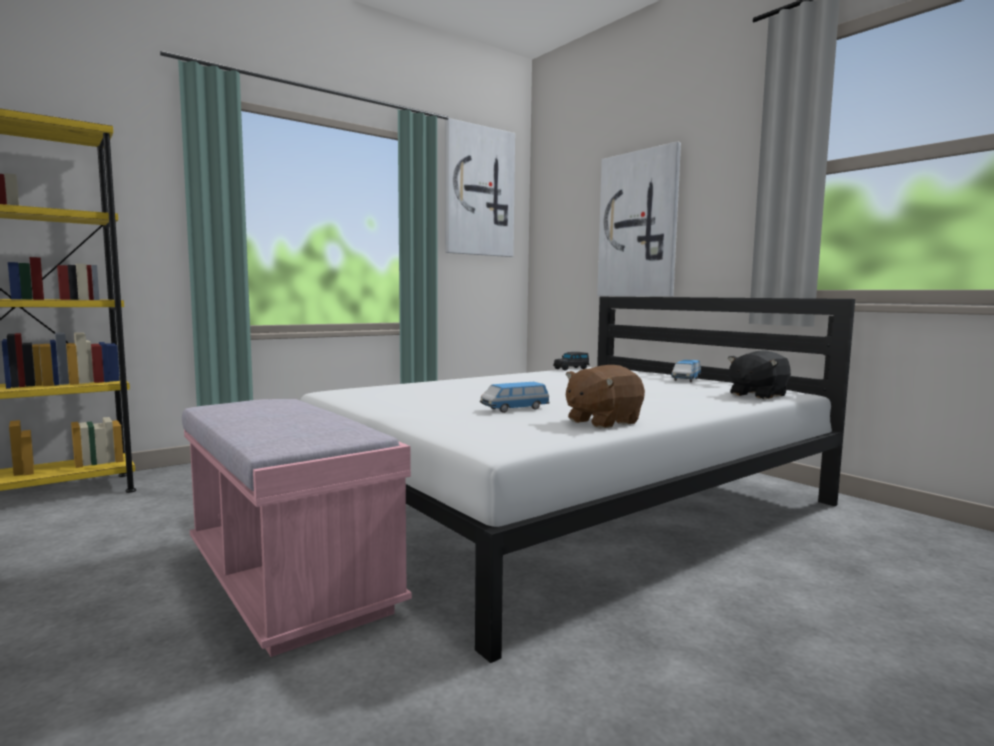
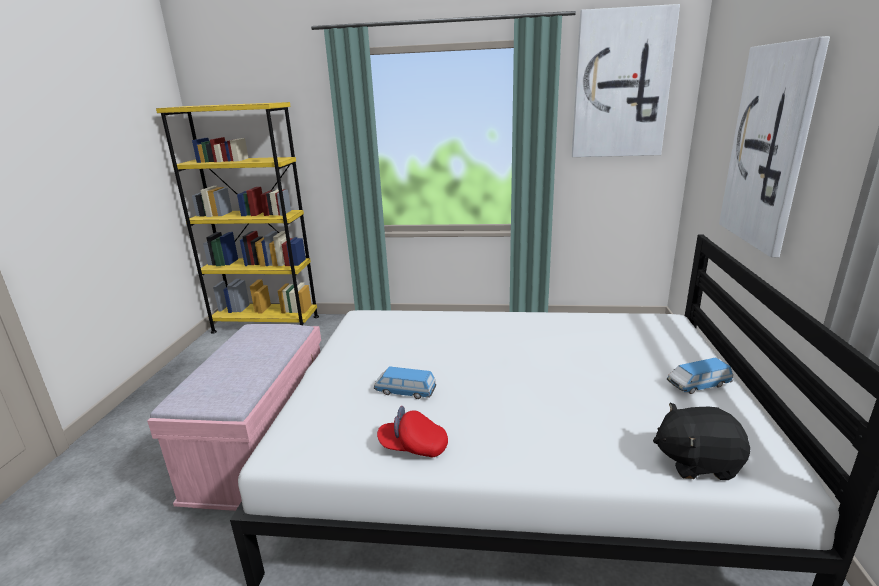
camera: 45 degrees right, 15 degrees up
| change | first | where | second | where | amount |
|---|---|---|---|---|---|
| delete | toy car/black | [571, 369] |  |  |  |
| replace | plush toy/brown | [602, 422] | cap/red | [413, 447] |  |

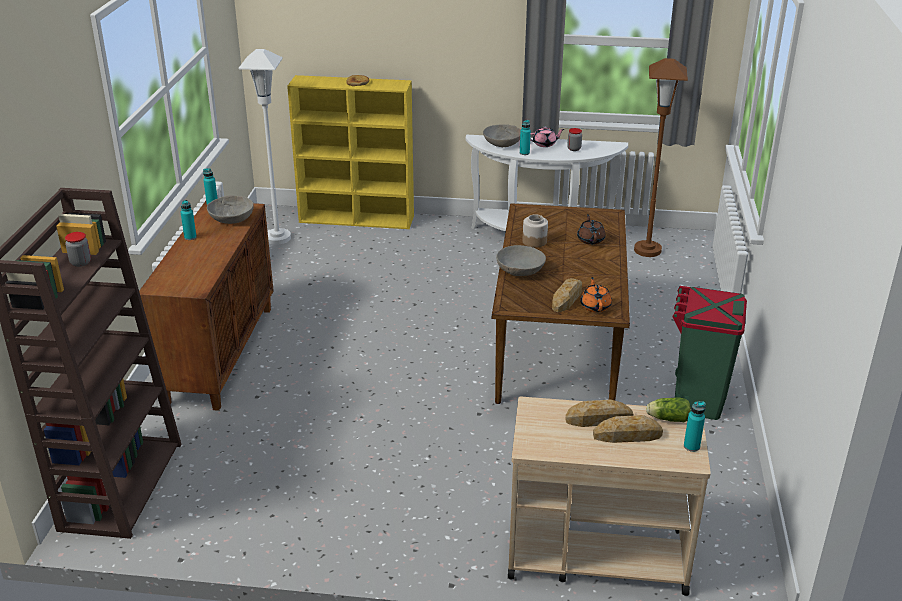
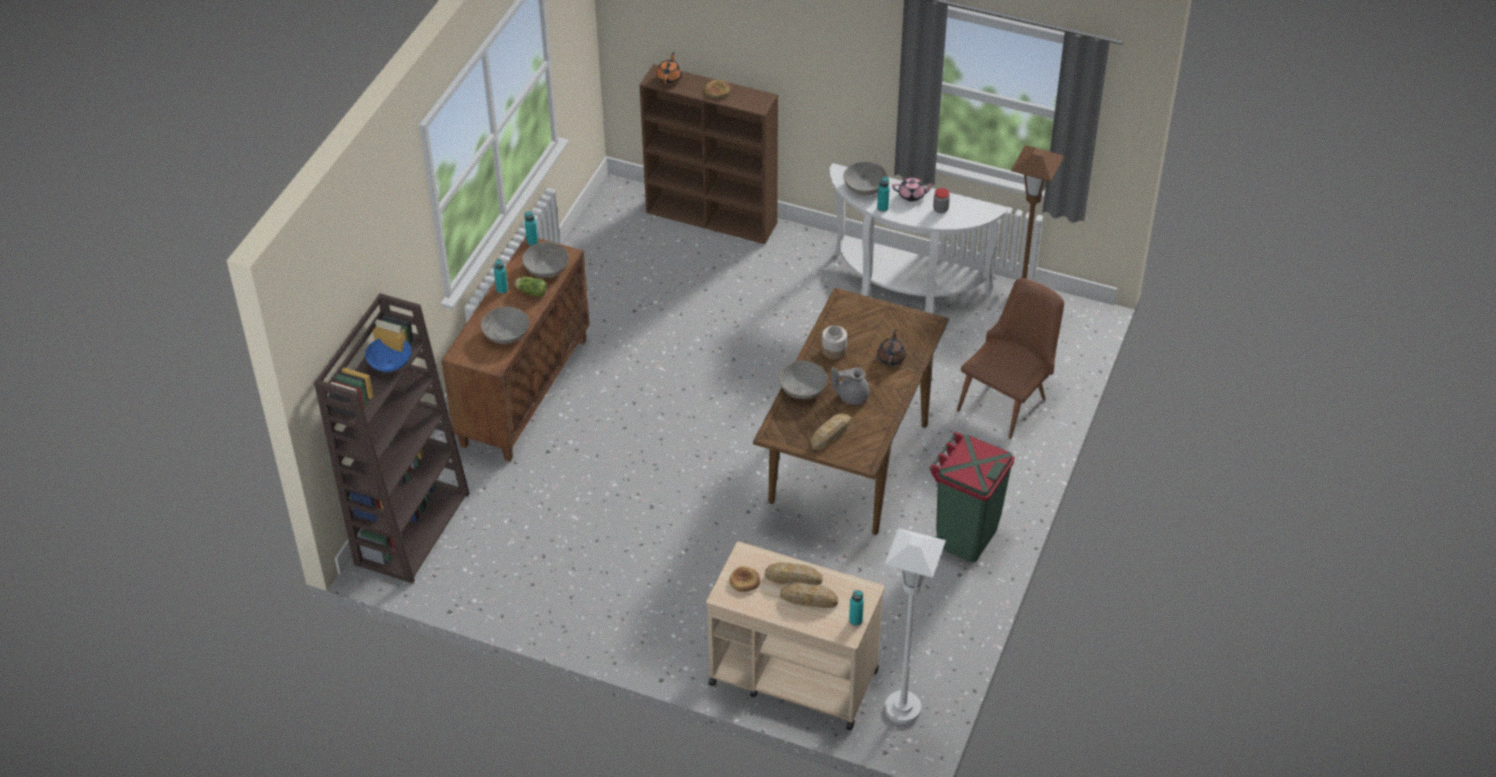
camera: 15 degrees right, 15 degrees up
| change | first | where | second | where | amount |
|---|---|---|---|---|---|
| insert |  |  | bowl/grey | [506, 334] |  |
| insert |  |  | bread | [744, 581] |  |
| insert |  |  | teapot/grey | [851, 396] |  |
| insert |  |  | chair/brown | [1008, 400] |  |
| move | floor lamp/white | [277, 238] |  | [903, 709] |  |
| move | teapot/orange | [595, 306] |  | [669, 78] |  |
| move | lettuce | [666, 418] |  | [530, 292] |  |
| replace | jar | [80, 262] | bowl/blue | [389, 365] |  |
| recolor | bookcase/yellow | [358, 219] | bookcase/brown | [713, 218] |  |

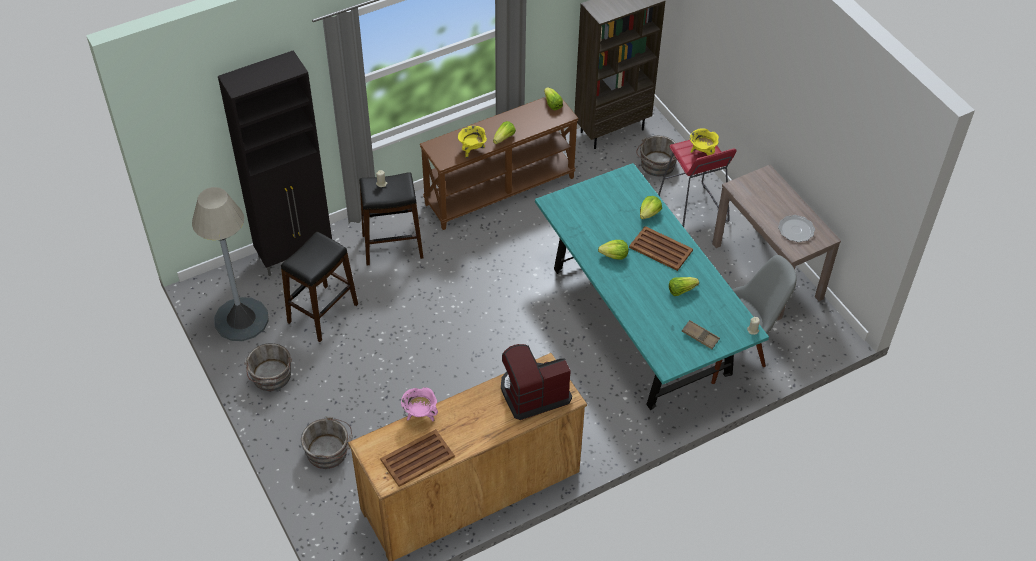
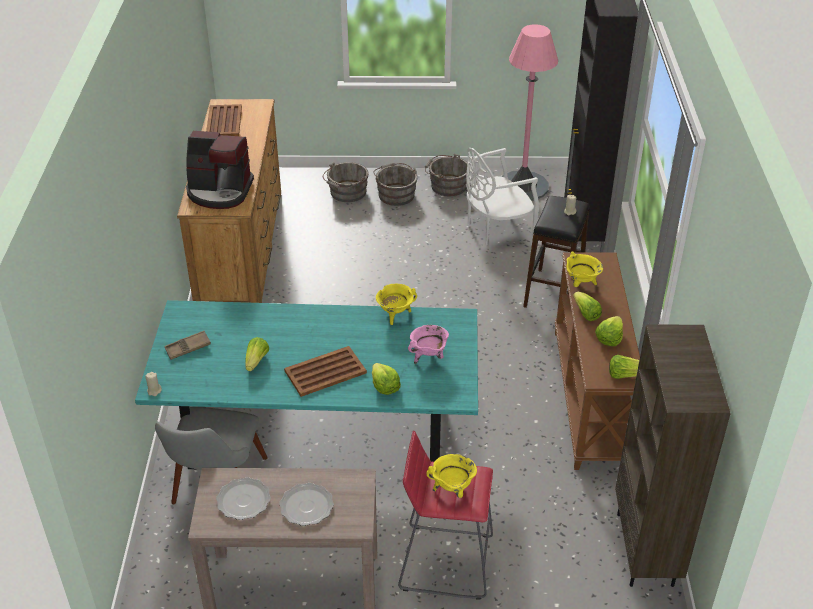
camera: 120 degrees right, 10 degrees down
| change | first | where | second | where | amount |
|---|---|---|---|---|---|
| insert |  |  | plate | [307, 506] |  |
| insert |  |  | cooking pot/yellow | [395, 315] |  |
| move | cooking pot/pink | [420, 414] |  | [428, 357] |  |
| move | lettuce | [614, 255] |  | [609, 338] |  |
| move | bucket/grey | [656, 165] |  | [395, 194] |  |
| replace | stool/black | [322, 313] | chair/white | [496, 228] |  |
| recolor | floor lamp/grey | [241, 319] | floor lamp/pink | [523, 186] |  |
| rotate | coffee machine | [533, 393] |  | [220, 191] | 90 degrees clockwise |

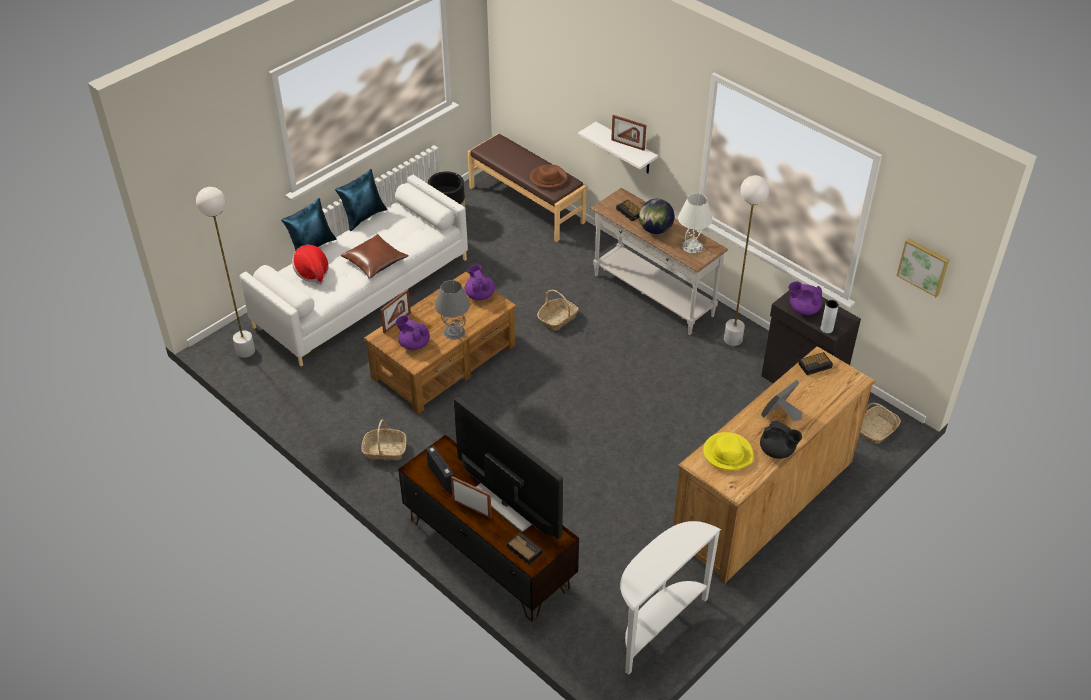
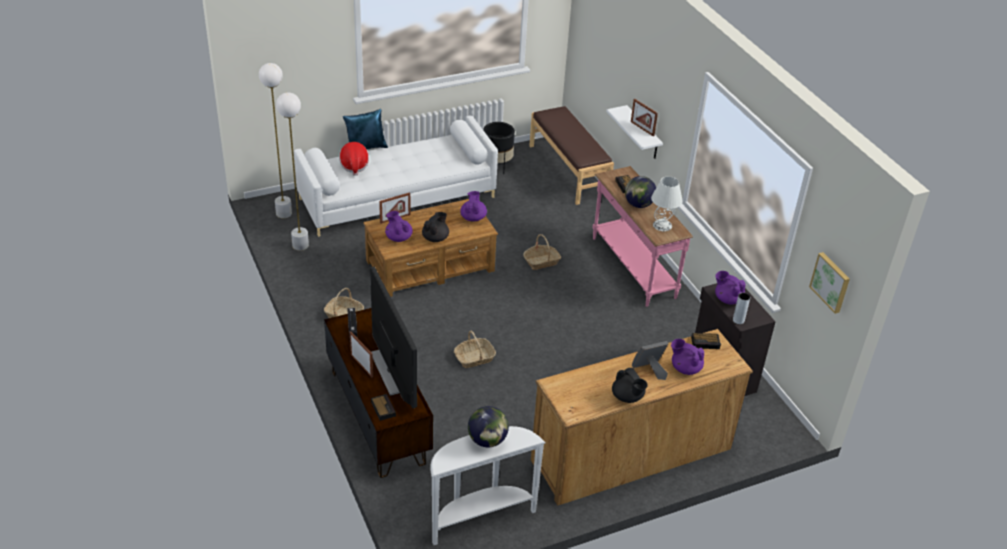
camera: 20 degrees right, 5 degrees down
| change | first | where | second | where | amount |
|---|---|---|---|---|---|
| delete | pillow/blue | [363, 217] |  |  |  |
| delete | pillow/brown | [375, 261] |  |  |  |
| delete | hat/brown | [548, 178] |  |  |  |
| delete | hat/yellow | [728, 453] |  |  |  |
| insert |  |  | globe | [487, 440] |  |
| insert |  |  | teapot/purple | [685, 368] |  |
| move | floor lamp/white | [732, 339] |  | [300, 245] |  |
| move | basket | [876, 430] |  | [474, 358] |  |
| replace | table lamp/grey | [454, 331] | teapot/black | [435, 238] |  |
| recolor | console table/white | [652, 296] | console table/pink | [632, 268] |  |

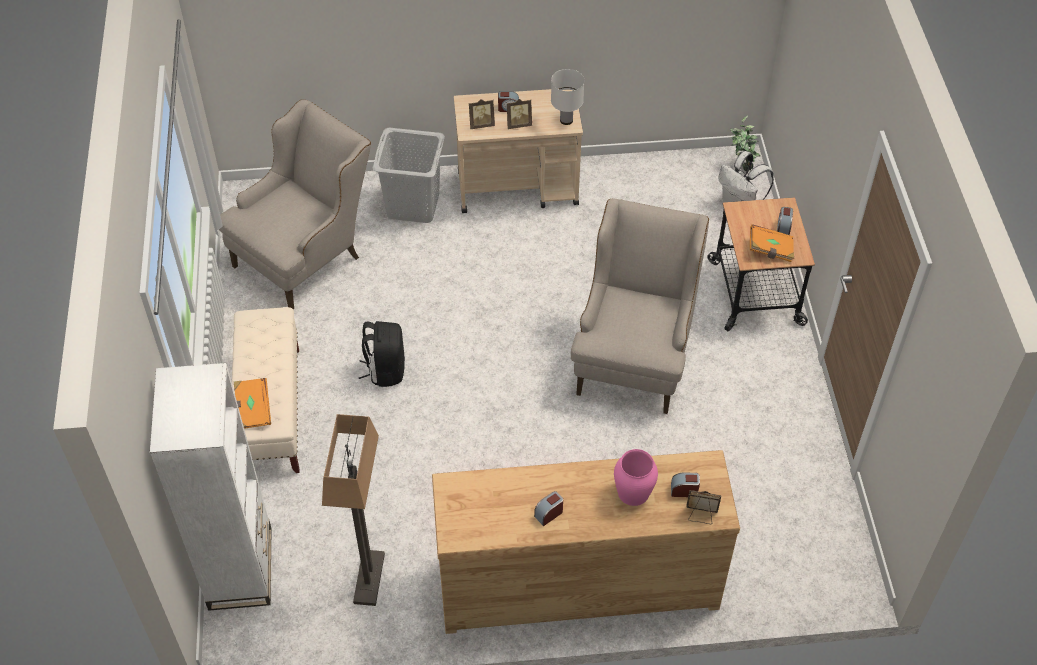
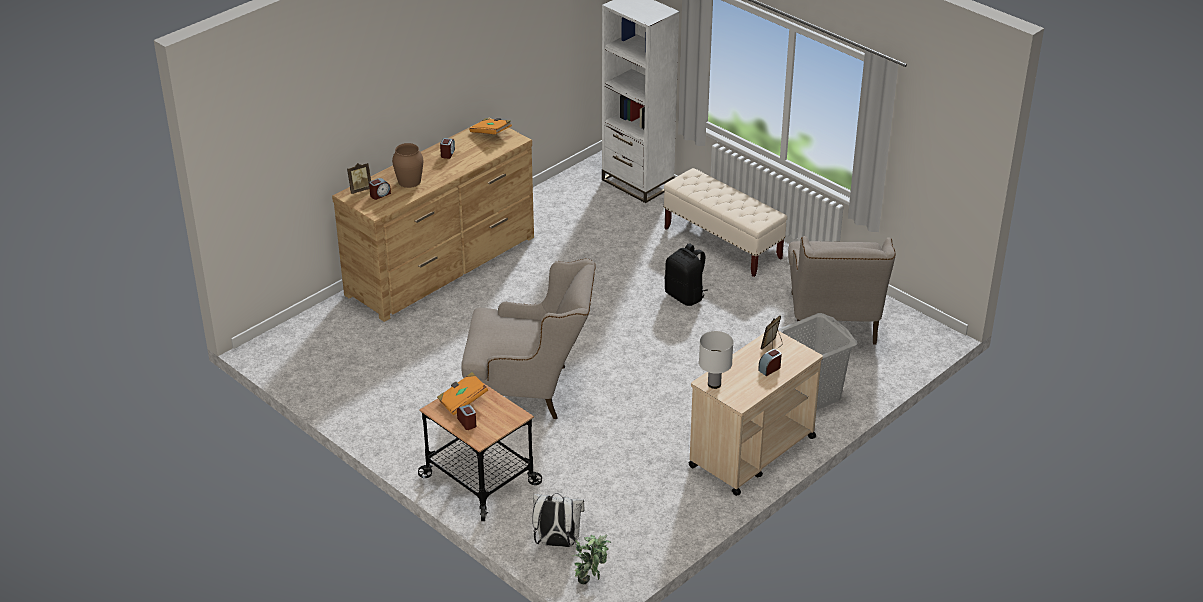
camera: 140 degrees right, 15 degrees down
| change | first | where | second | where | amount |
|---|---|---|---|---|---|
| delete | floor lamp | [369, 578] |  |  |  |
| delete | picture frame | [518, 124] |  |  |  |
| move | book/orange | [252, 409] |  | [491, 133] |  |
| recolor | vase/pink | [633, 492] | vase/brown | [409, 181] |  |
| rotate | armchair/beige | [634, 354] |  | [530, 390] | 60 degrees counterclockwise |

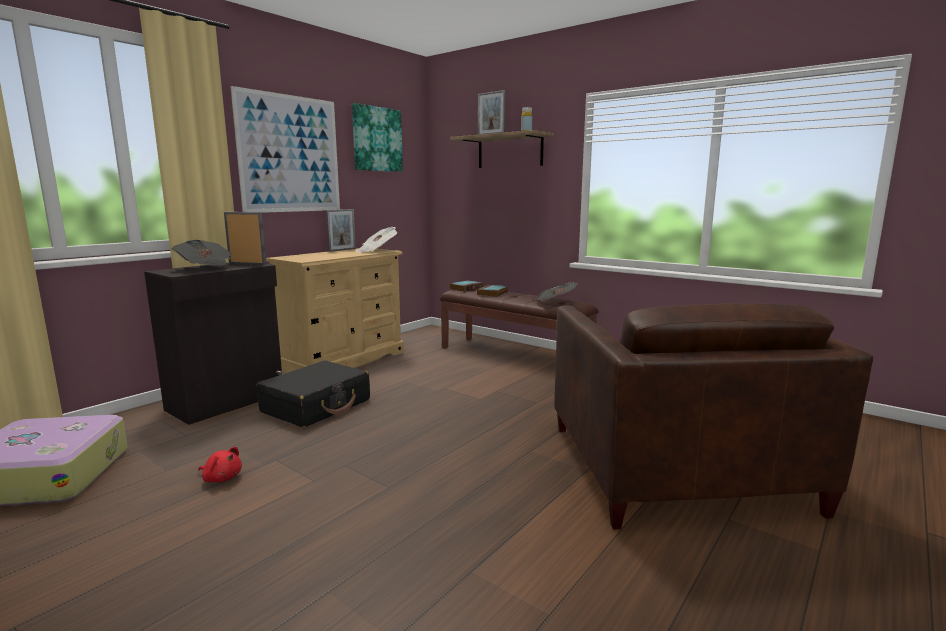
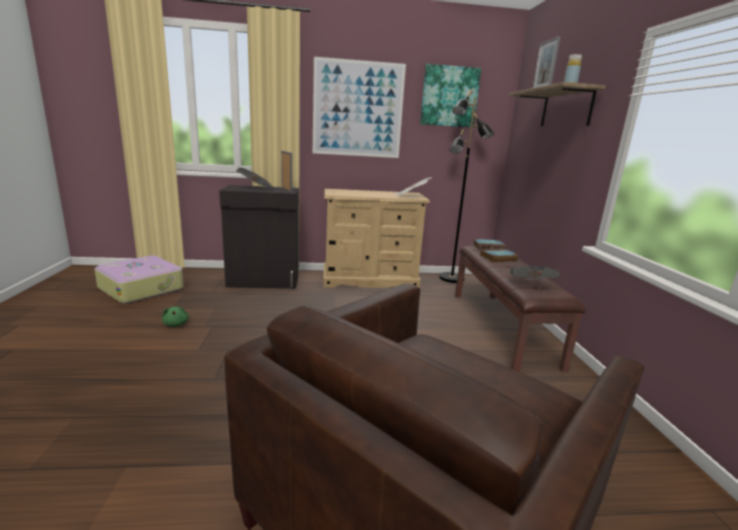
camera: 45 degrees right, 5 degrees up
| change | first | where | second | where | amount |
|---|---|---|---|---|---|
| delete | suitcase/black | [317, 406] |  |  |  |
| delete | picture frame | [342, 250] |  |  |  |
| insert |  |  | floor lamp/black | [452, 279] |  |
| recolor | plush toy/red | [221, 478] | plush toy/green | [176, 324] |  |

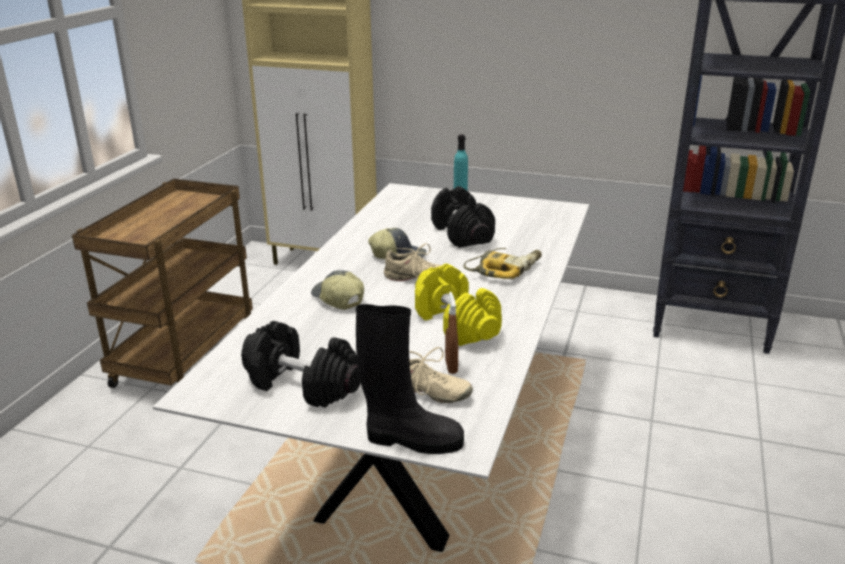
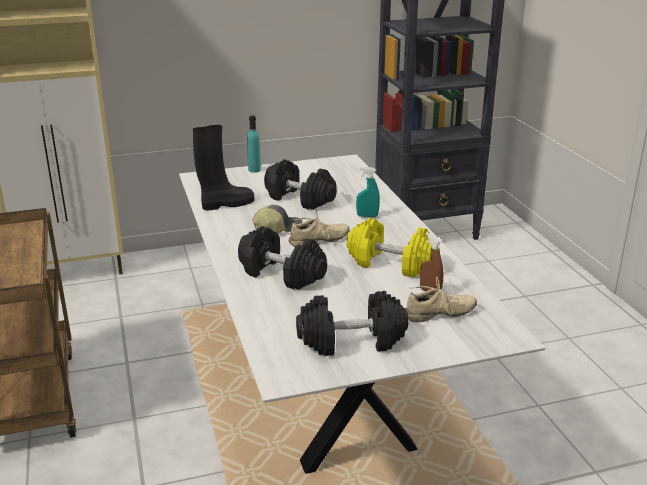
camera: 35 degrees left, 0 degrees up
| change | first | where | second | where | amount |
|---|---|---|---|---|---|
| move | boot/black | [411, 440] |  | [226, 204] |  |
| replace | cap | [337, 299] | dumbbell/black | [281, 274] |  |
| replace | power drill | [504, 269] | spray bottle/turquoise | [367, 216] |  |

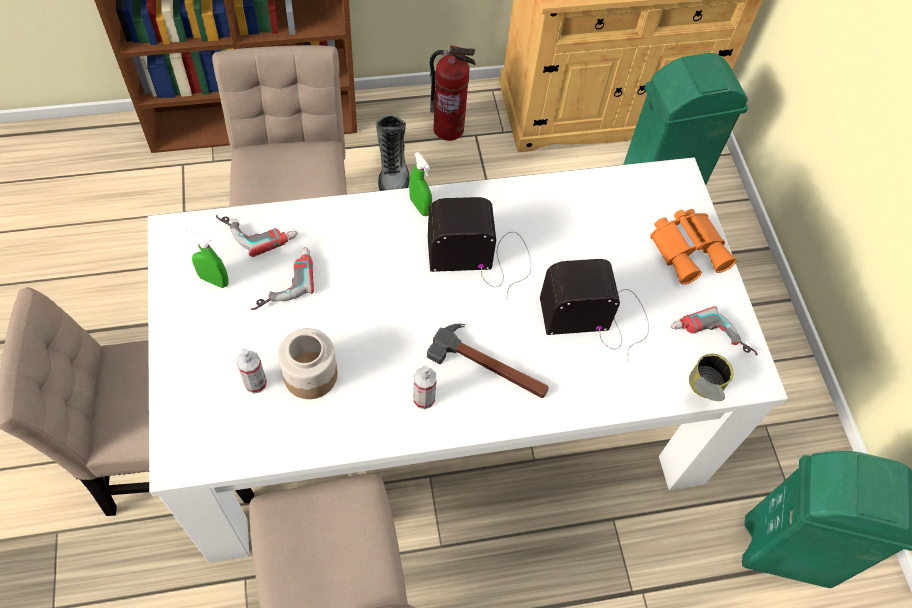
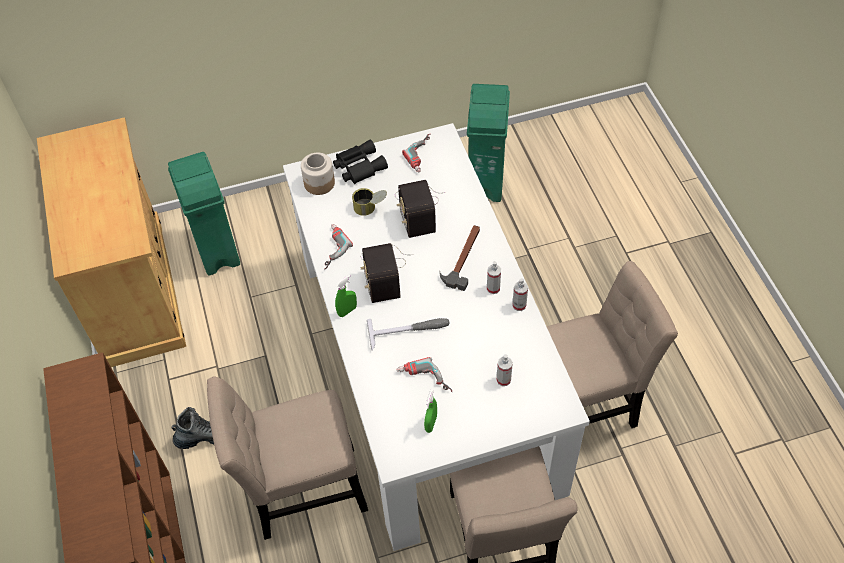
camera: 90 degrees left, 5 degrees down
| change | first | where | second | where | amount |
|---|---|---|---|---|---|
| delete | fire extinguisher | [449, 129] |  |  |  |
| insert |  |  | hammer | [409, 331] |  |
| insert |  |  | spray bottle | [519, 305] |  |
| move | power drill | [258, 229] |  | [330, 248] |  |
| move | jar | [309, 375] |  | [319, 183] |  |
| move | can | [703, 391] |  | [370, 208] |  |
| recolor | binoculars/orange | [689, 248] | binoculars/black | [358, 166] |  |

